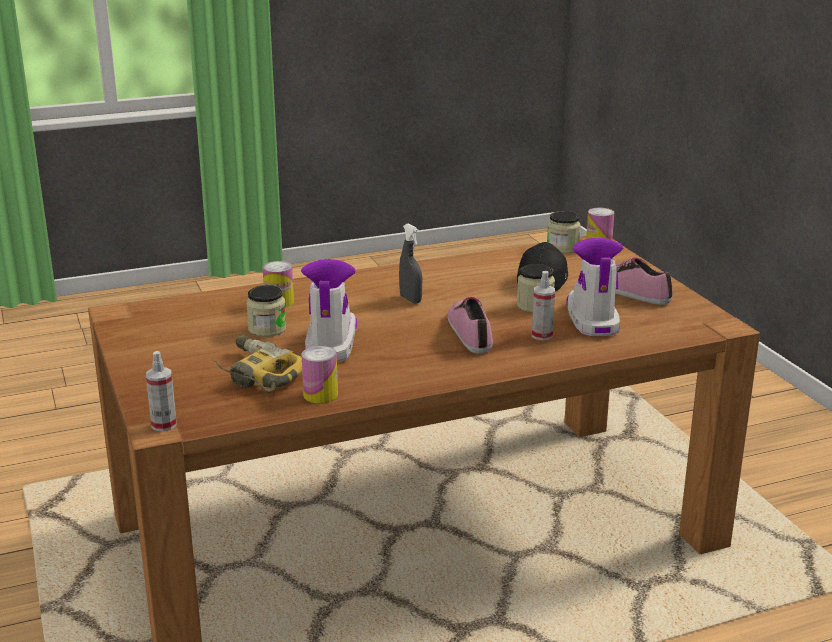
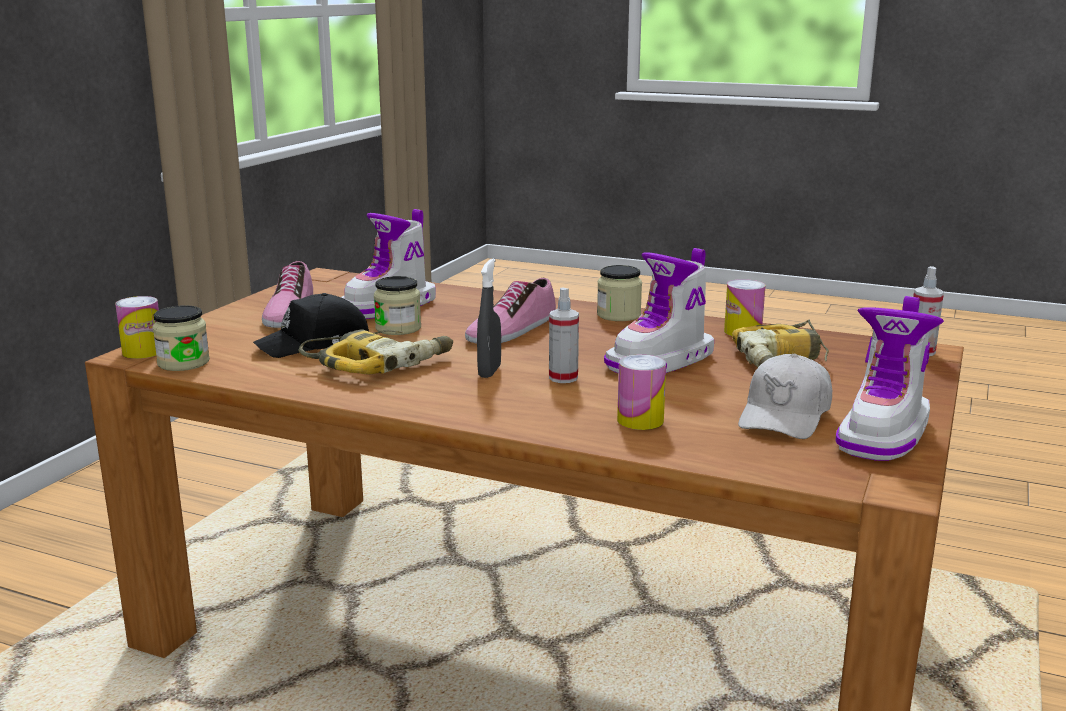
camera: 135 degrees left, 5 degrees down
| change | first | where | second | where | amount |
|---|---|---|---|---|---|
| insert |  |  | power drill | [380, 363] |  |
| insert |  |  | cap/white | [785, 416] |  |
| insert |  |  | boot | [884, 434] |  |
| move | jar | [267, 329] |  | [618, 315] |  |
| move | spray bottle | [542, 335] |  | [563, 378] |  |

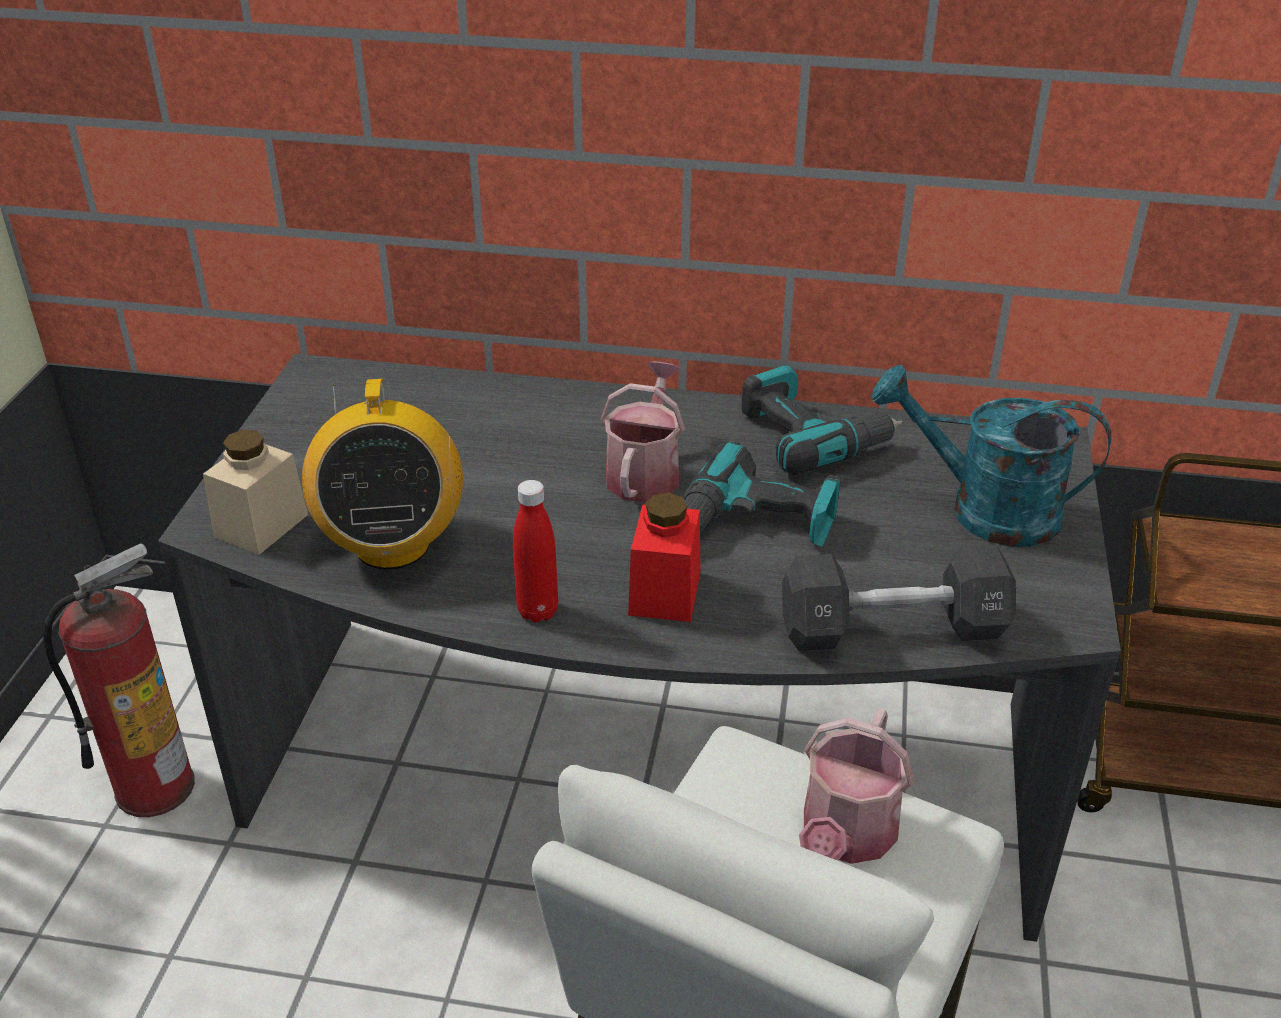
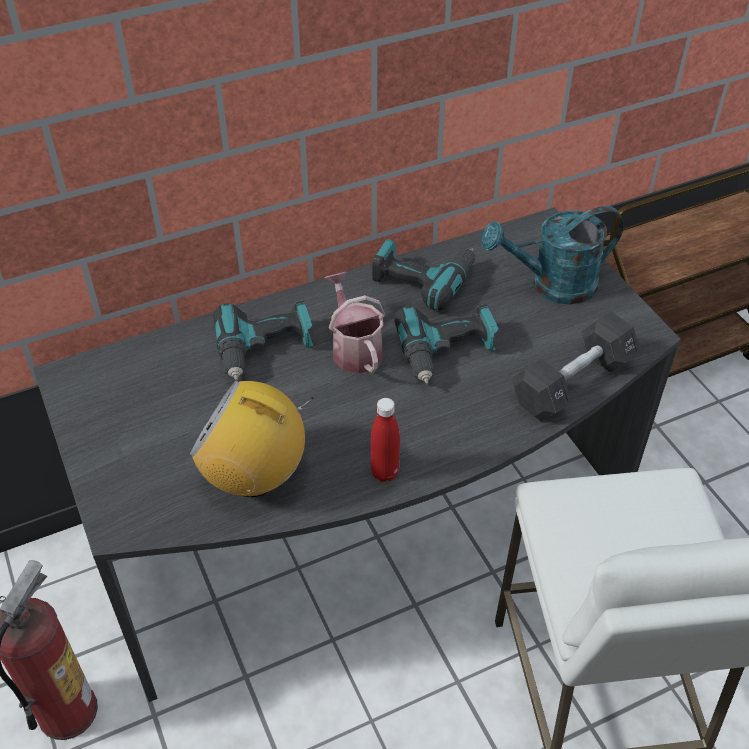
camera: 35 degrees left, 10 degrees up
| change | first | where | second | where | amount |
|---|---|---|---|---|---|
| delete | jar/beige | [261, 525] |  |  |  |
| delete | jar/red | [665, 593] |  |  |  |
| delete | watering can | [845, 836] |  |  |  |
| insert |  |  | power drill | [265, 349] |  |
| rotate | radio | [392, 545] |  | [254, 476] | 150 degrees clockwise |

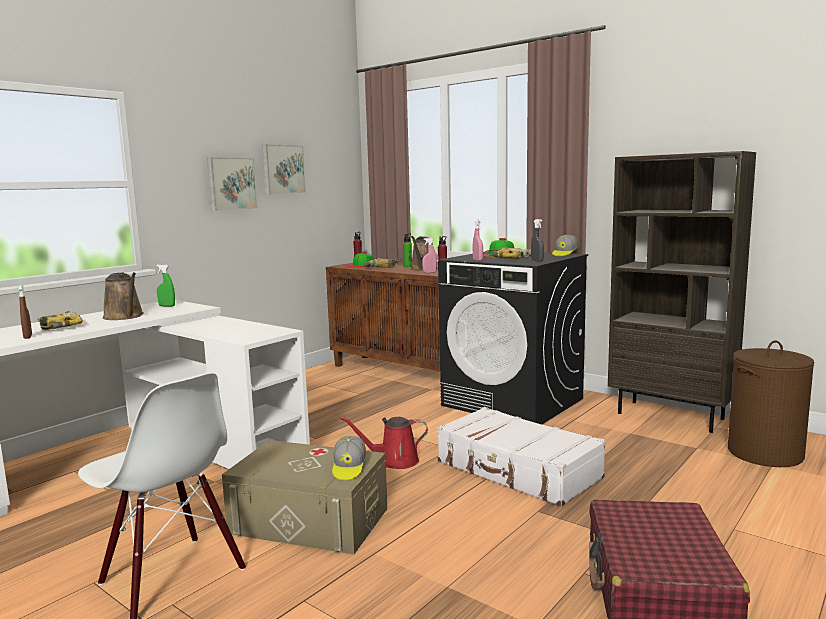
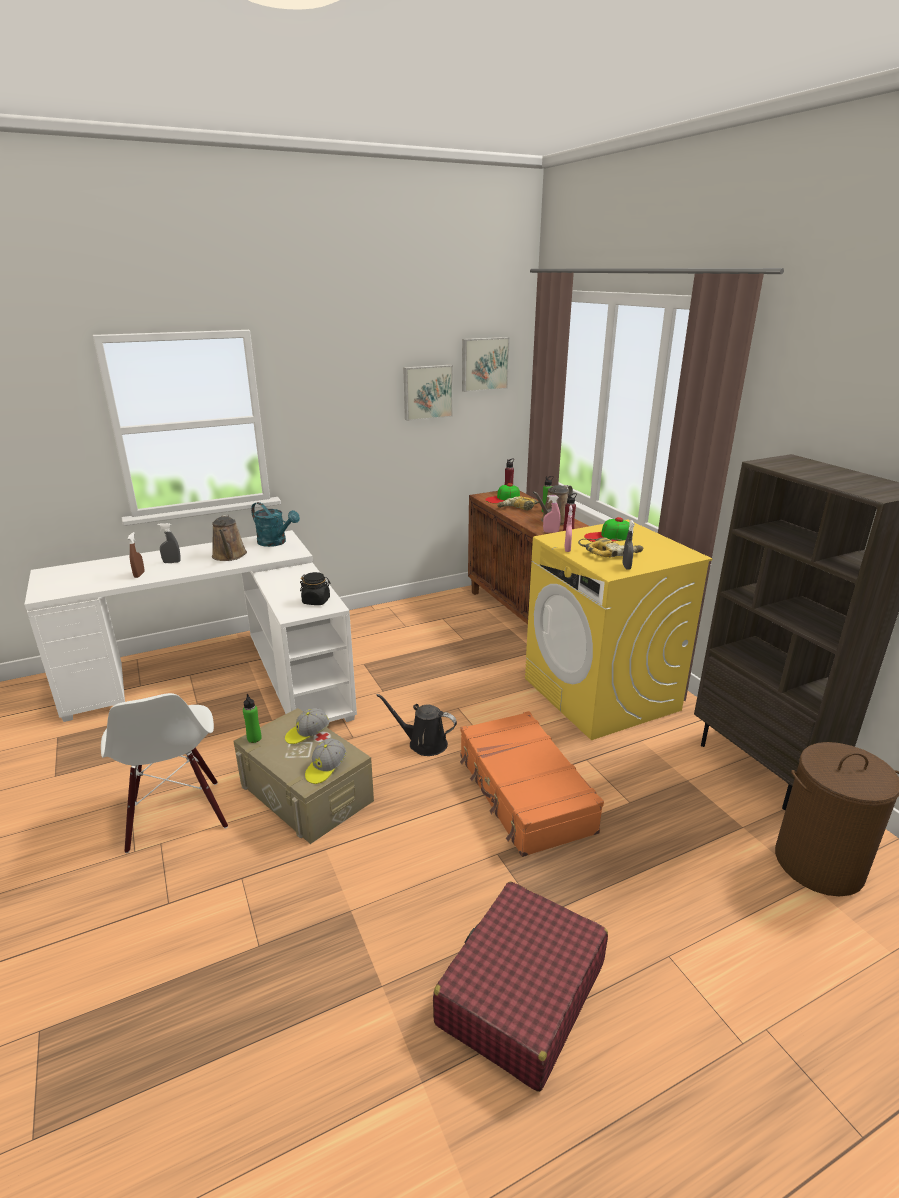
camera: 25 degrees right, 15 degrees up
| change | first | where | second | where | amount |
|---|---|---|---|---|---|
| insert |  |  | bottle/green | [254, 738] |  |
| insert |  |  | jar/black | [316, 601] |  |
| move | picture | [231, 184] |  | [484, 364] |  |
| move | cap | [564, 254] |  | [307, 734] |  |
| replace | power drill | [58, 327] | spray bottle/grey | [172, 562] |  |
| replace | spray bottle/green | [167, 306] | watering can/turquoise | [276, 542] |  |
| recolor | watering can/red | [394, 461] | watering can/black | [424, 743] |  |
| recolor | suitcase/white | [517, 470] | suitcase/orange | [523, 793] |  |
| recolor | washing machine/black | [513, 402] | washing machine/yellow | [601, 694] |  |

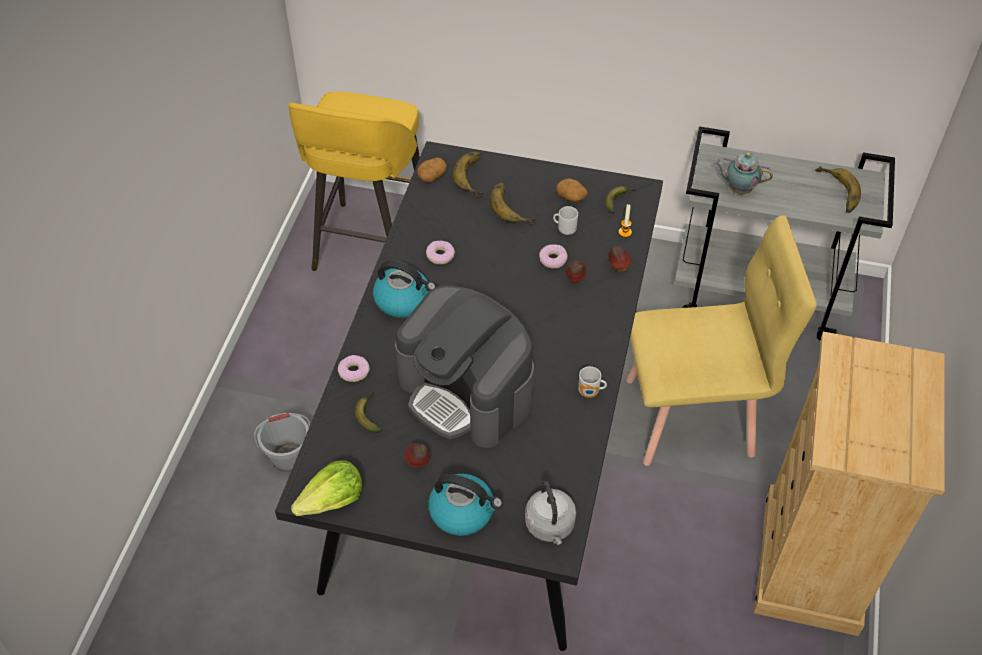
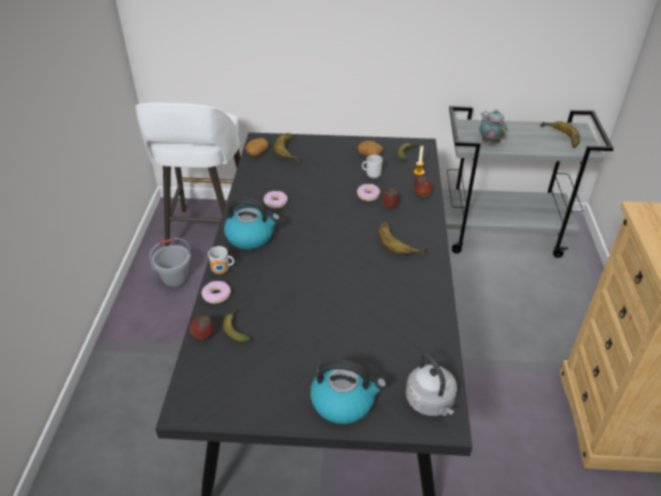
camera: 10 degrees left, 10 degrees down
| change | first | where | second | where | amount |
|---|---|---|---|---|---|
| delete | lettuce | [332, 501] |  |  |  |
| delete | coffee machine | [467, 392] |  |  |  |
| delete | chair/yellow | [691, 417] |  |  |  |
| move | bucket/grey | [289, 457] |  | [176, 279] |  |
| move | apple | [418, 463] |  | [204, 336] |  |
| move | banana | [514, 206] |  | [401, 241] |  |
| move | mug | [590, 393] |  | [222, 271] |  |
| recolor | stool/yellow | [370, 247] | stool/white | [208, 236] |  |
| rotate | teapot | [738, 189] |  | [489, 142] | 60 degrees clockwise |

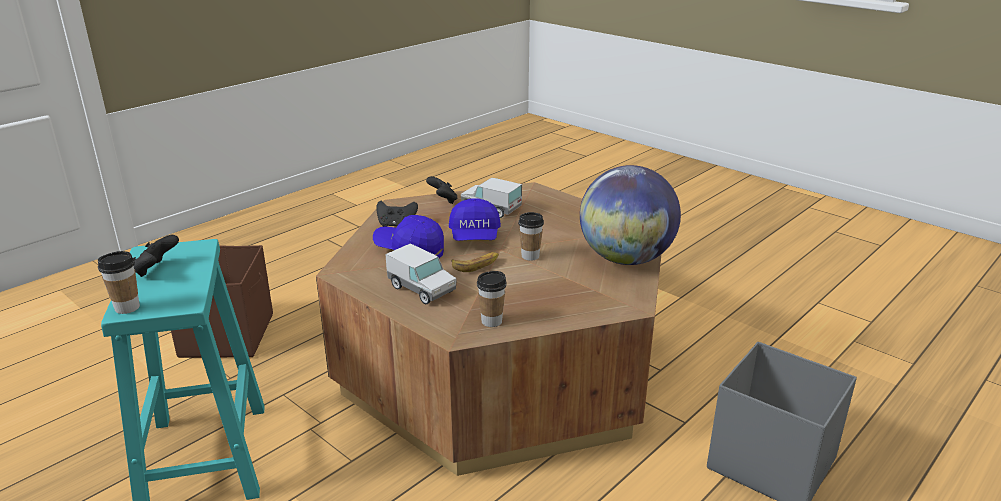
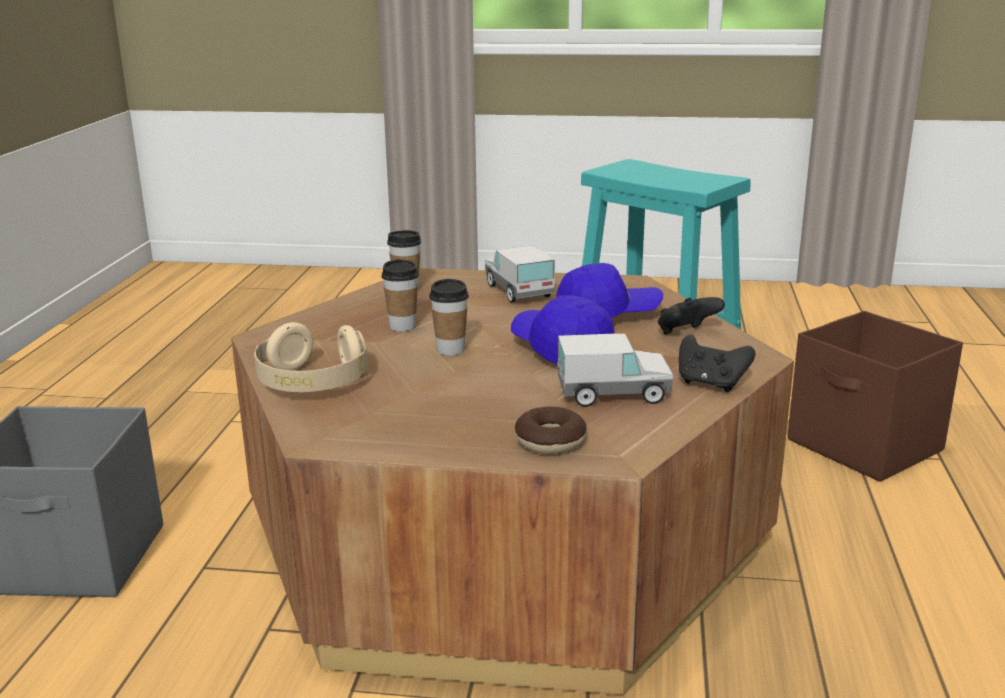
camera: 145 degrees right, 5 degrees down
| change | first | where | second | where | amount |
|---|---|---|---|---|---|
| delete | game controller/black | [156, 270] |  |  |  |
| delete | banana | [476, 265] |  |  |  |
| insert |  |  | donut | [550, 441] |  |
| move | cup | [127, 307] |  | [402, 326] |  |
| replace | globe | [626, 259] | headphones/beige | [312, 383] |  |
| rotate | toy truck | [421, 289] |  | [519, 291] | 60 degrees clockwise |

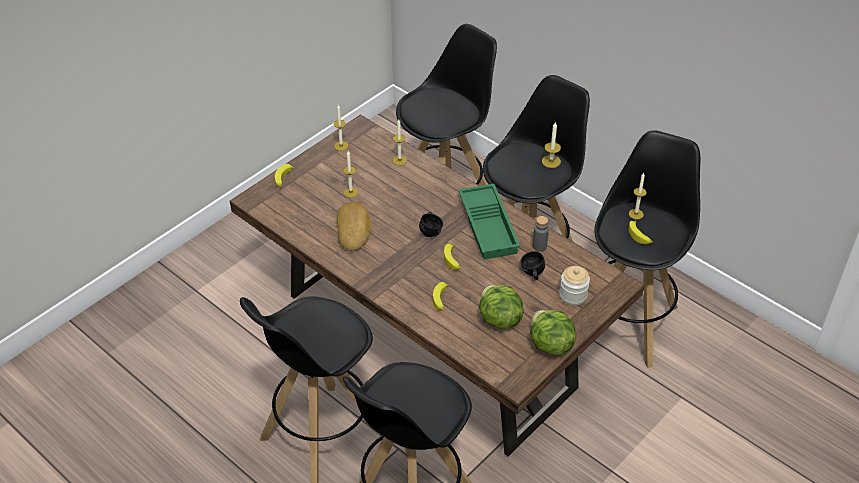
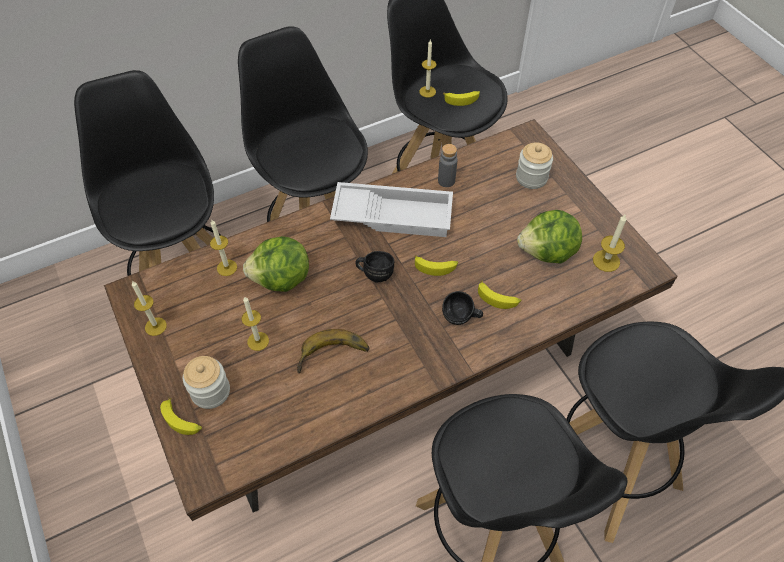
camera: 70 degrees left, 10 degrees up
| change | first | where | second | where | amount |
|---|---|---|---|---|---|
| insert |  |  | jar | [210, 391] |  |
| move | mug/black | [532, 274] |  | [461, 319] |  |
| move | lettuce | [550, 345] |  | [281, 280] |  |
| move | candle | [551, 161] |  | [606, 260] |  |
| replace | bread | [354, 229] | banana | [333, 357] |  |
| recolor | tray/green | [489, 226] | tray/white | [393, 214] |  |

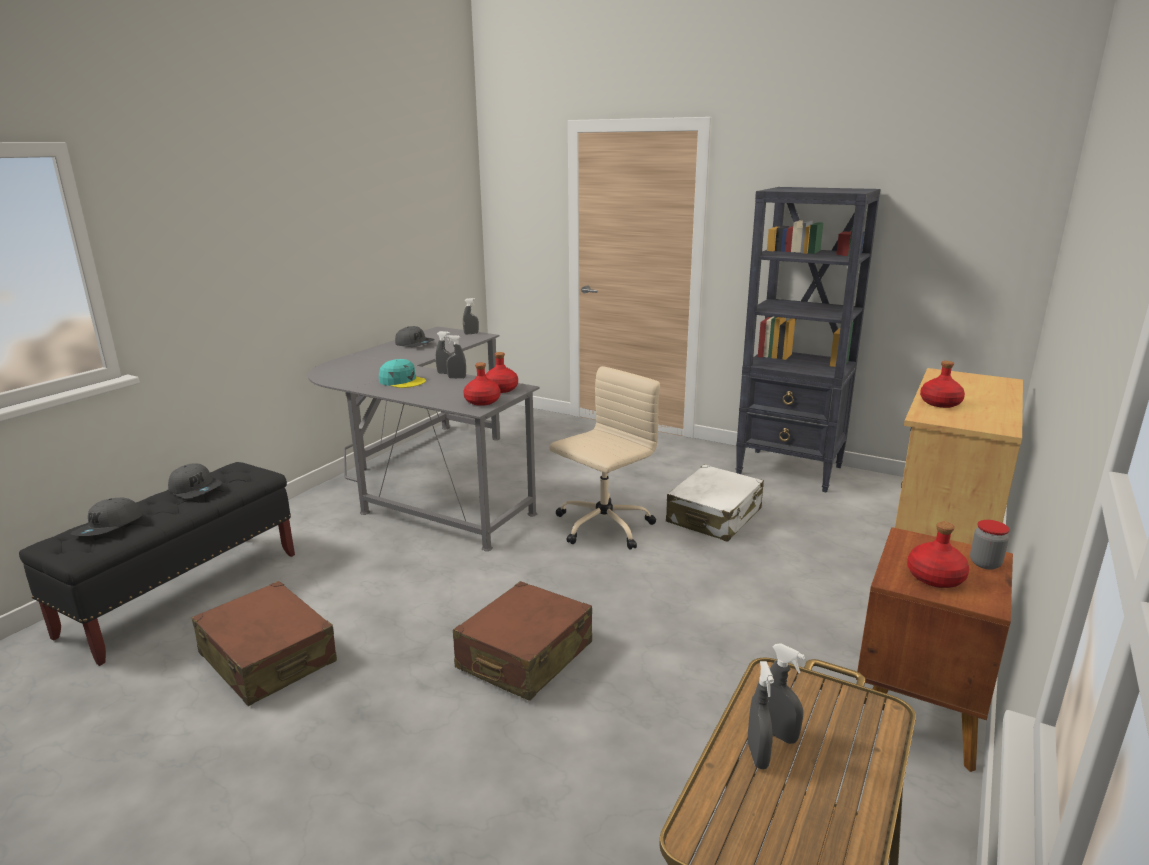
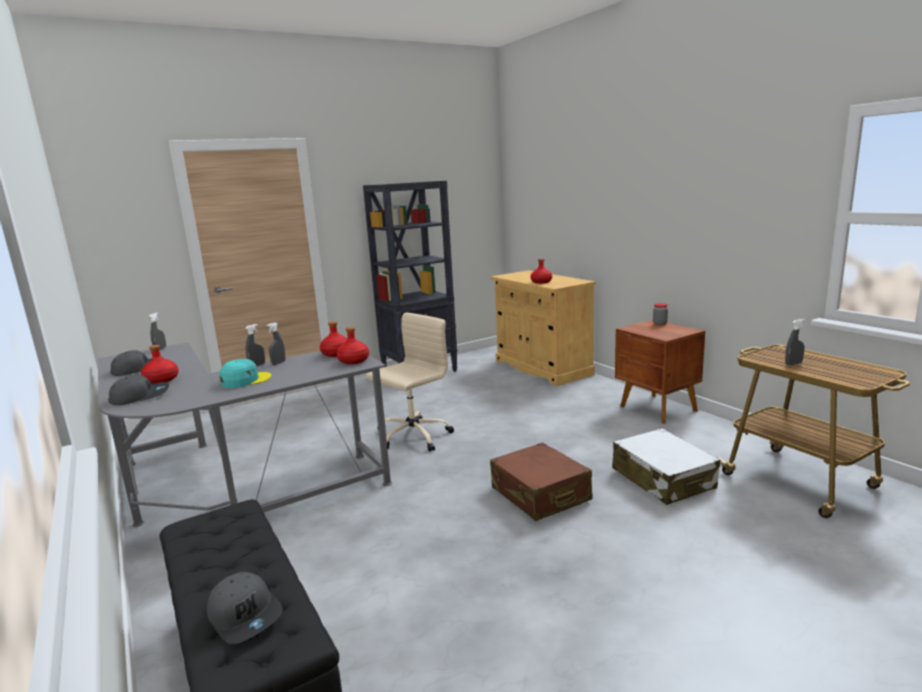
camera: 60 degrees left, 5 degrees down
| change | first | where | second | where | amount |
|---|---|---|---|---|---|
| delete | suitcase/brown | [268, 658] |  |  |  |
| delete | spray bottle/grey | [757, 755] |  |  |  |
| move | cap/grey | [196, 489] |  | [140, 396] |  |
| move | suitcase/white | [714, 516] |  | [663, 479] |  |
| move | bottle/red | [934, 578] |  | [161, 380] |  |
| rotate | office chair/beige | [602, 526] |  | [412, 436] | 60 degrees clockwise |

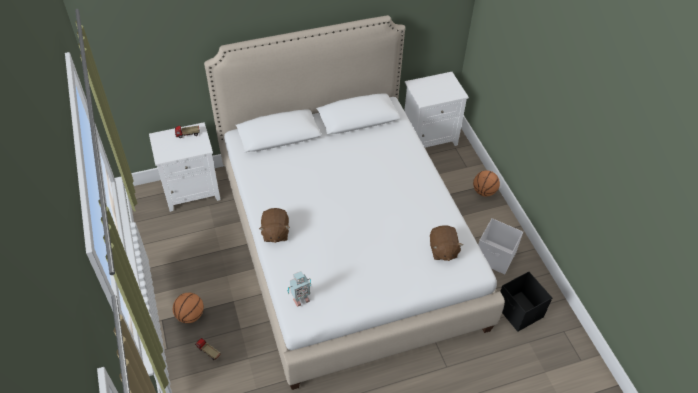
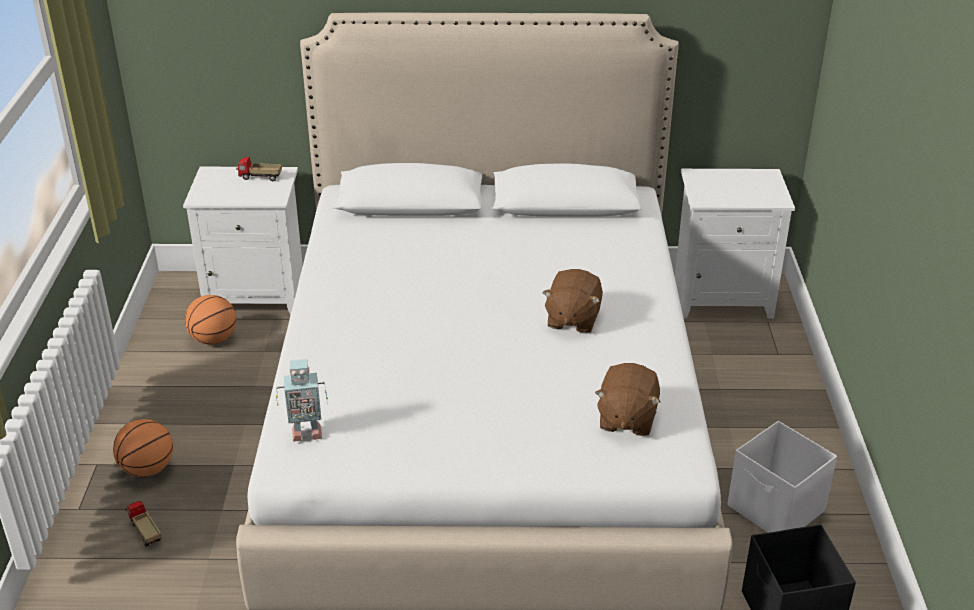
camera: 20 degrees right, 15 degrees down
| change | first | where | second | where | amount |
|---|---|---|---|---|---|
| move | plush toy/brown | [275, 233] |  | [572, 319] |  |
| move | basketball | [484, 192] |  | [214, 340] |  |

